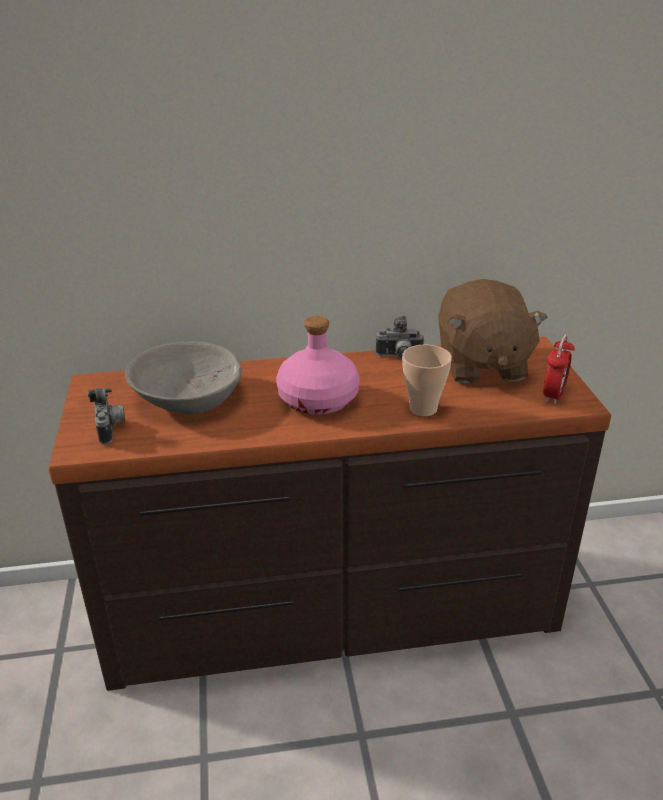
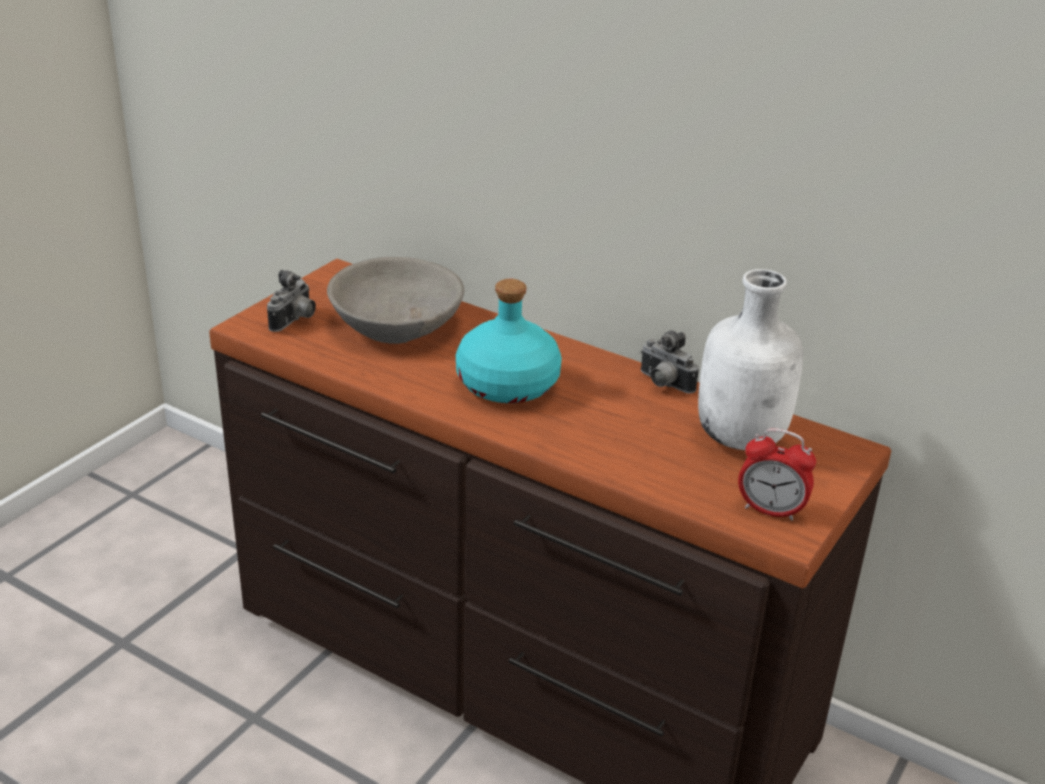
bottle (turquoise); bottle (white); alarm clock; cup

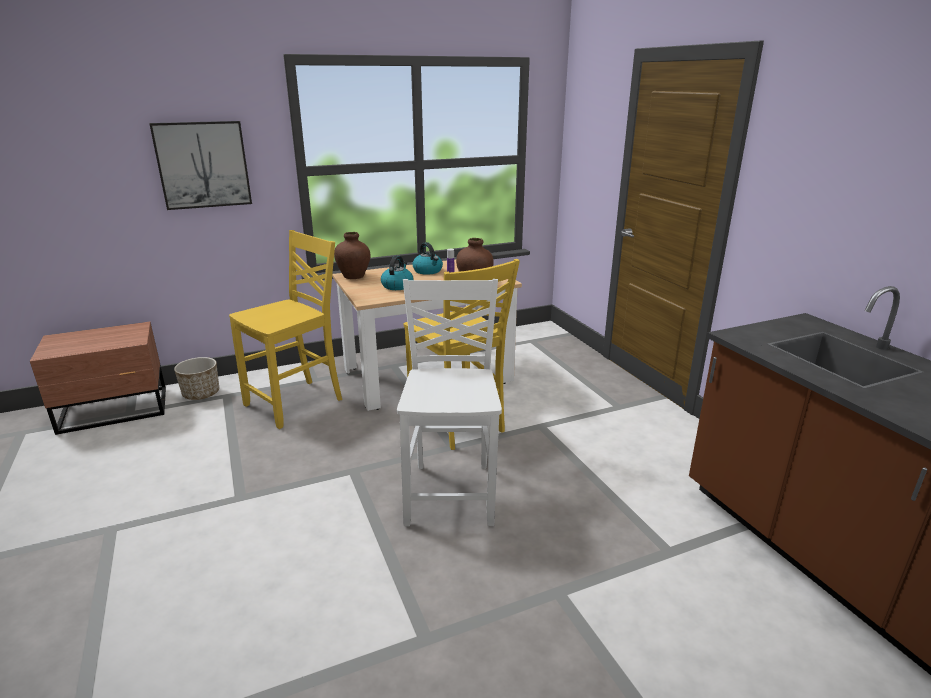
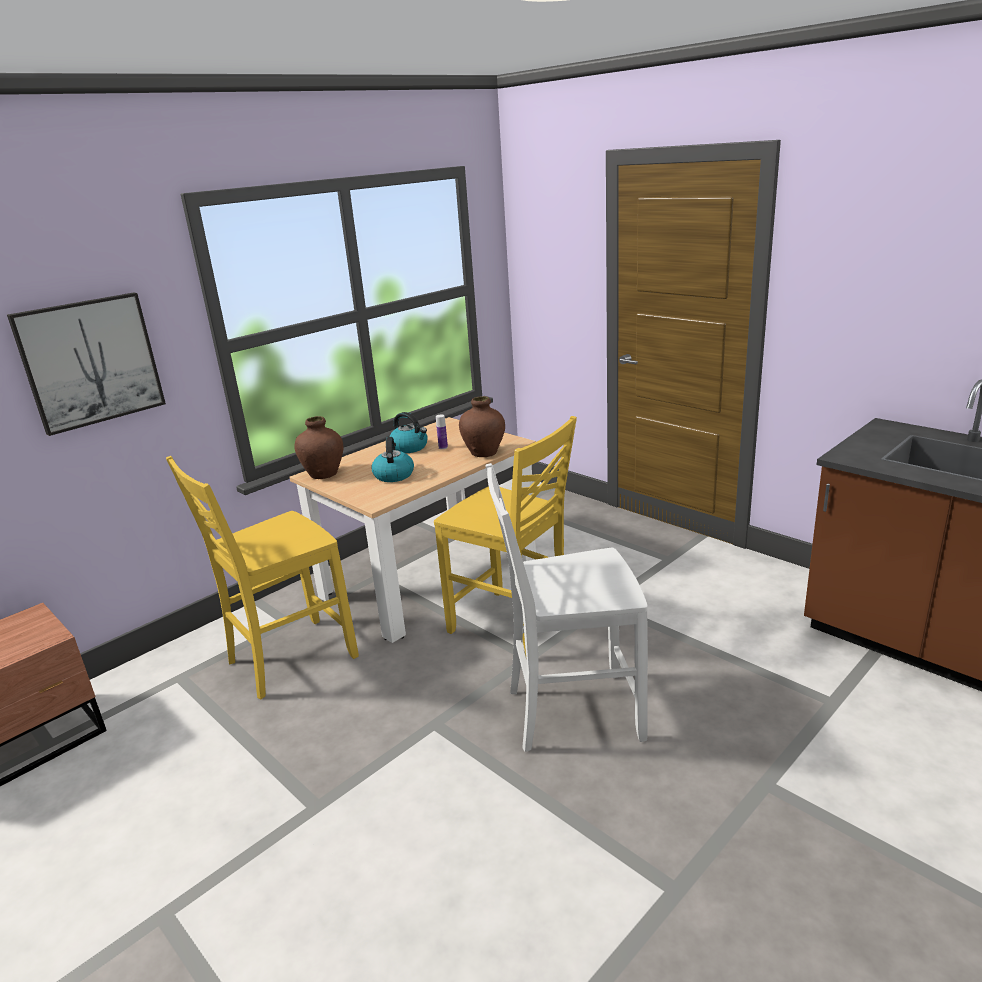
chair (yellow) (no. 1 from left); chair (white); planter

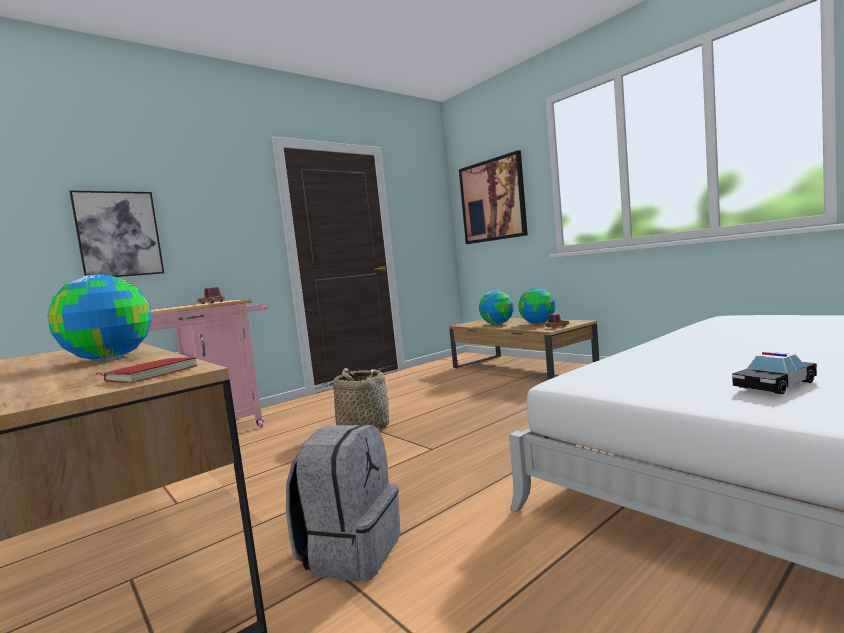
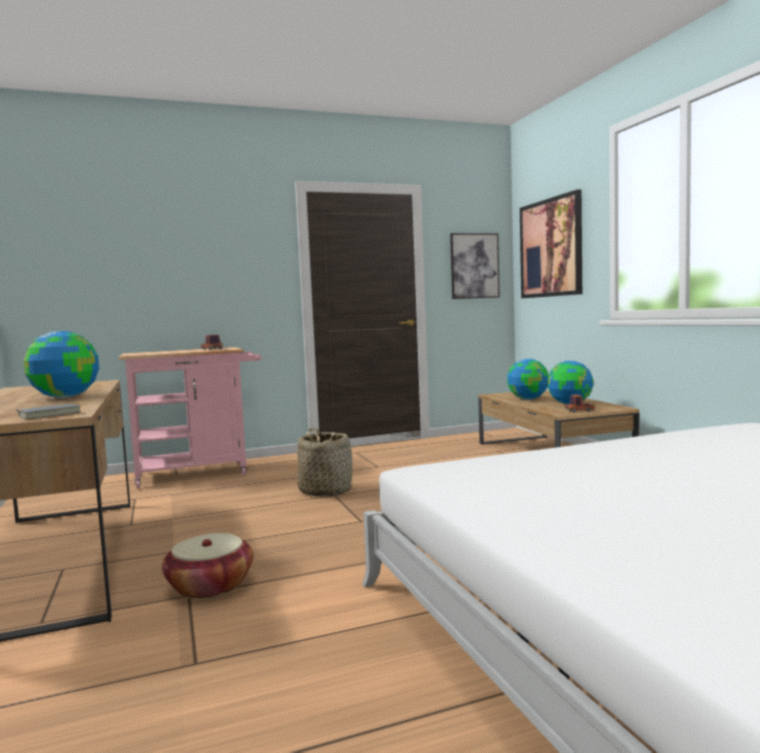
book (grey); basket (no. 1 from left); picture (no. 1 from left); toy car

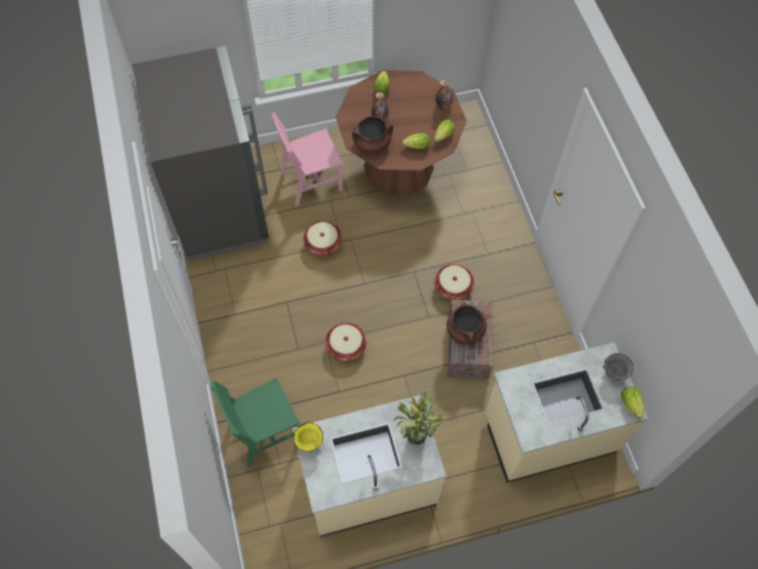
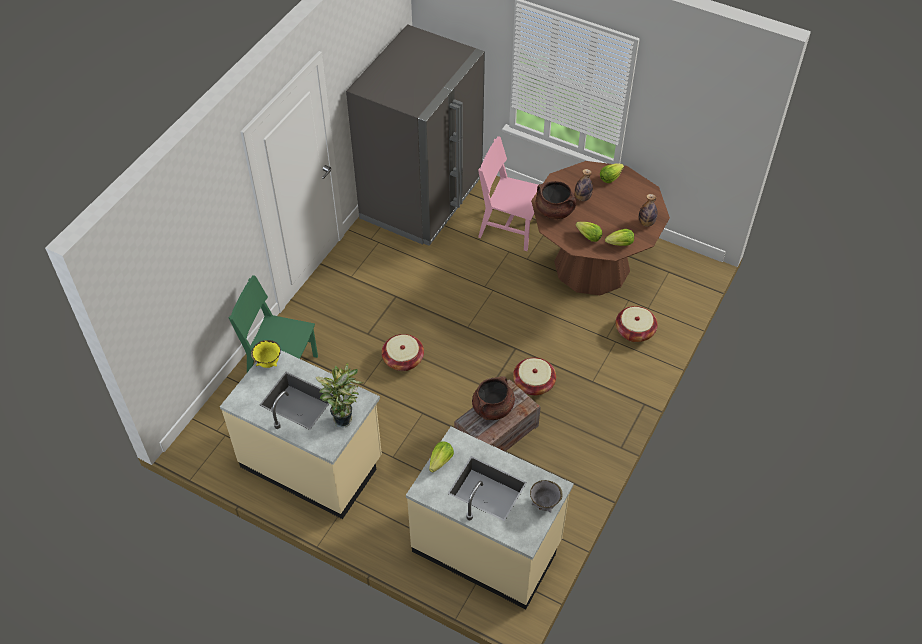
lettuce (no. 1 from left); basket (no. 3 from left)

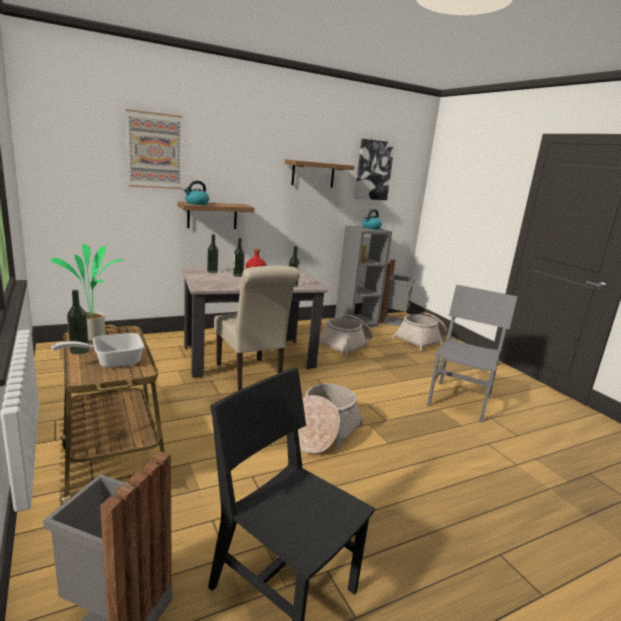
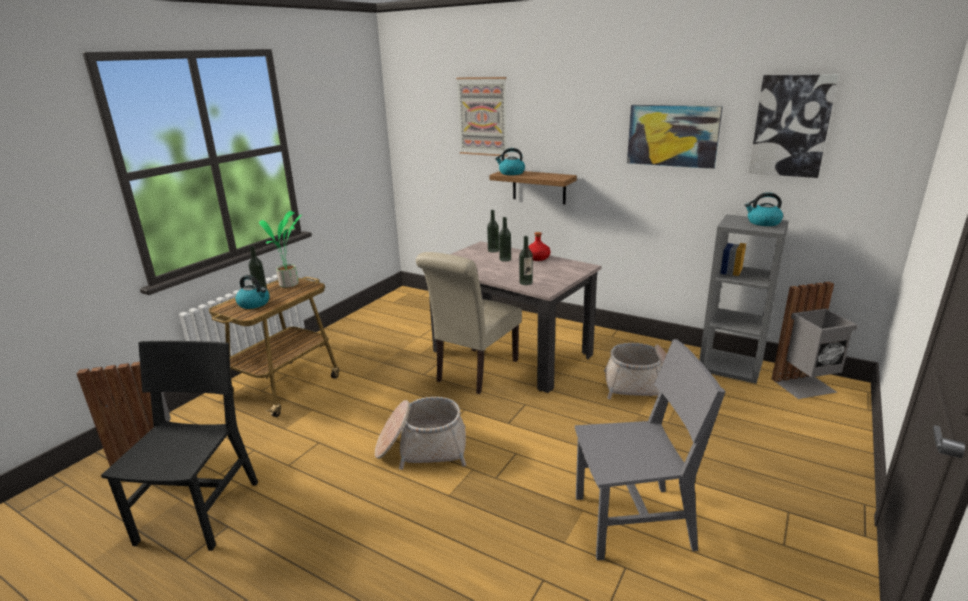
kettle (no. 1 from left); picture (no. 2 from left); basket (no. 3 from left in the first image)

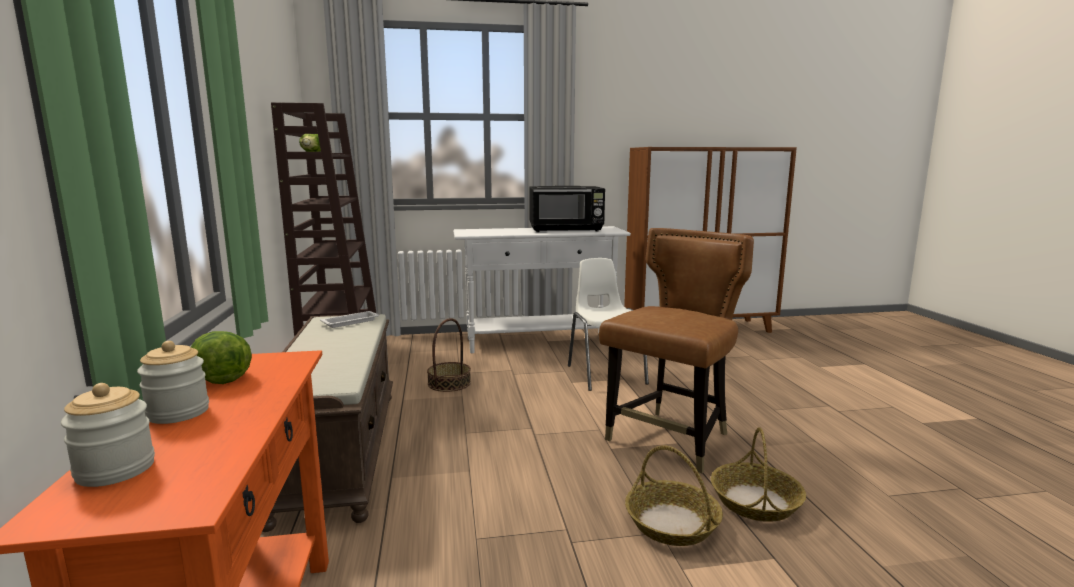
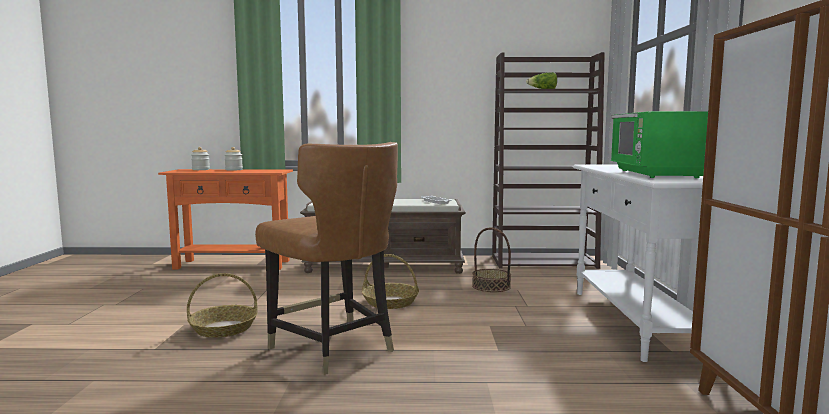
basket (no. 2 from left); microwave (green); lettuce (no. 1 from left in the first image); chair (white)

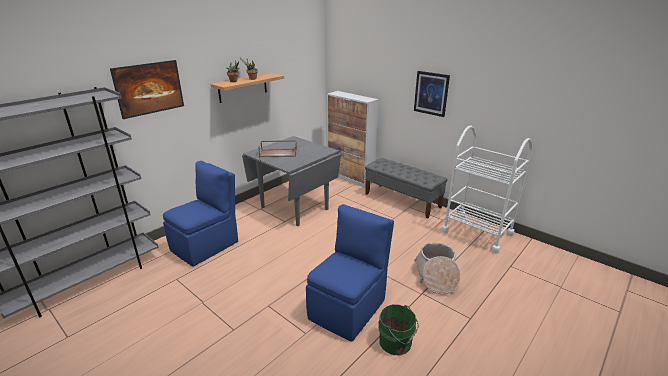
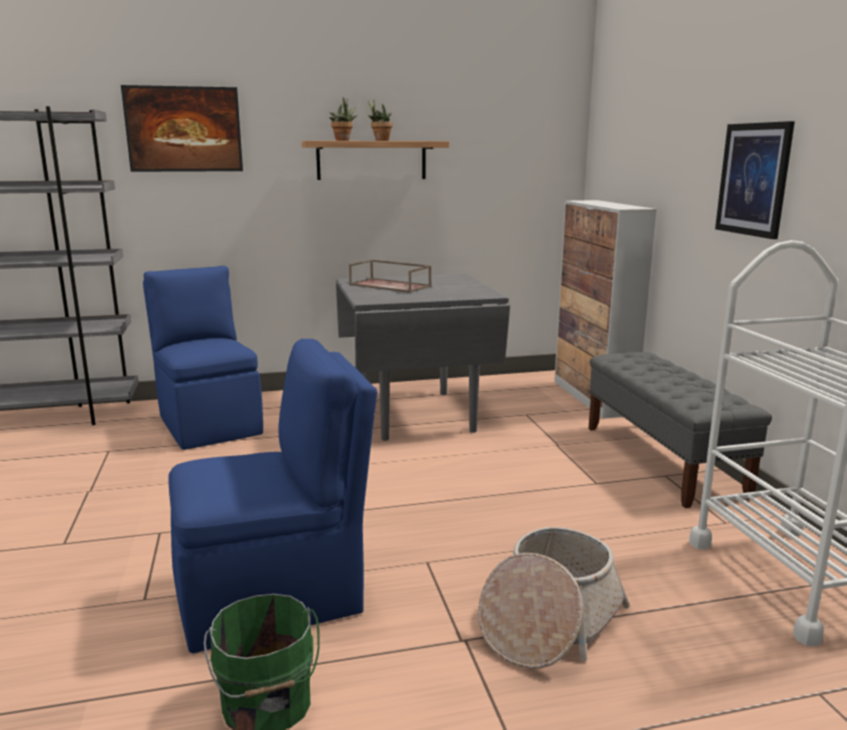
chair (blue) (no. 1 from left)

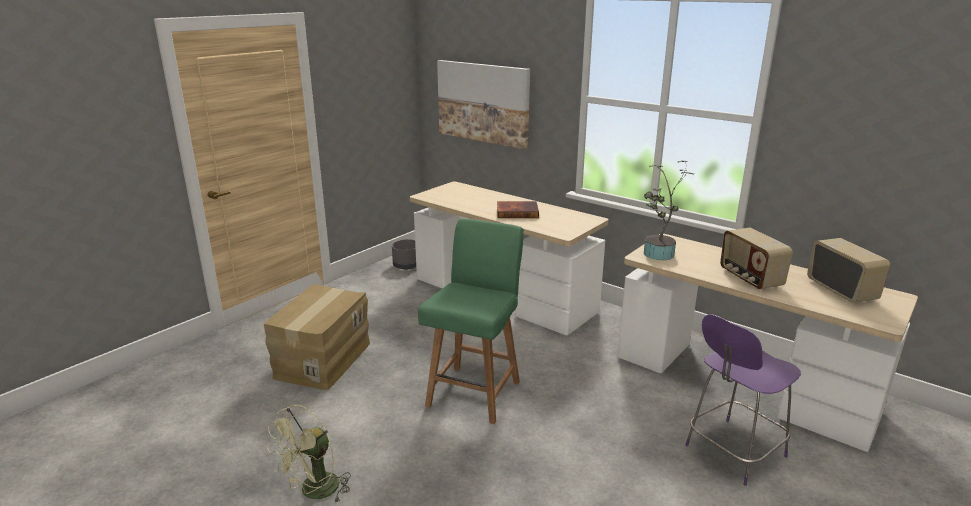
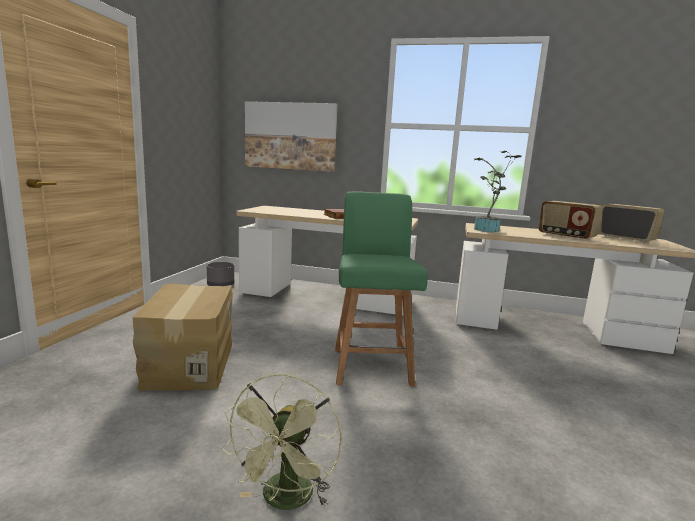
chair (purple)

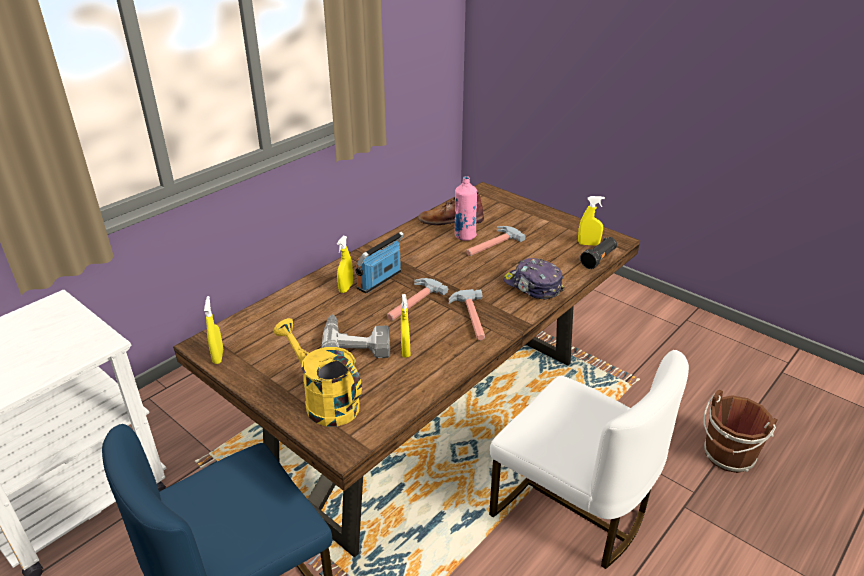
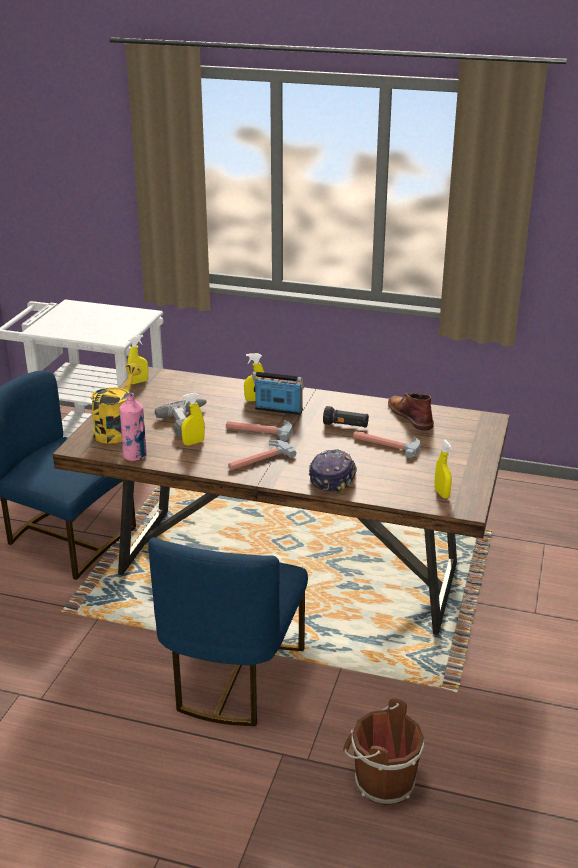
bottle (pink); chair (blue) (no. 2 from left); flashlight (black)

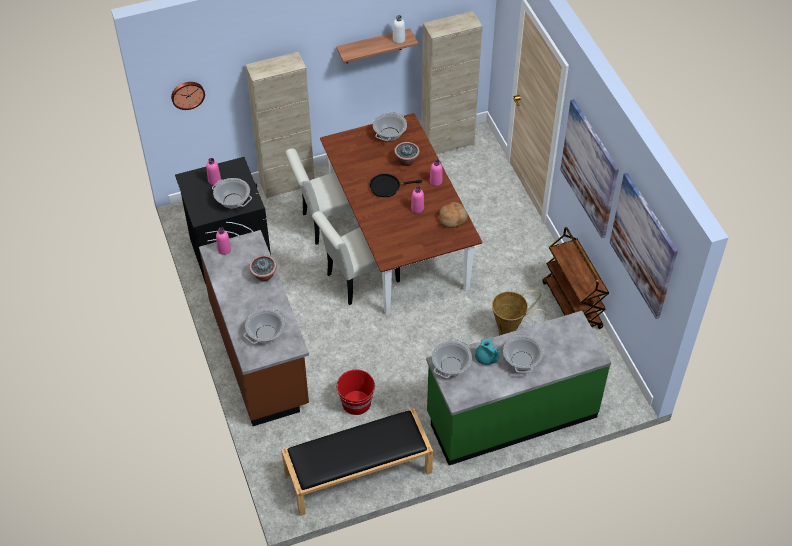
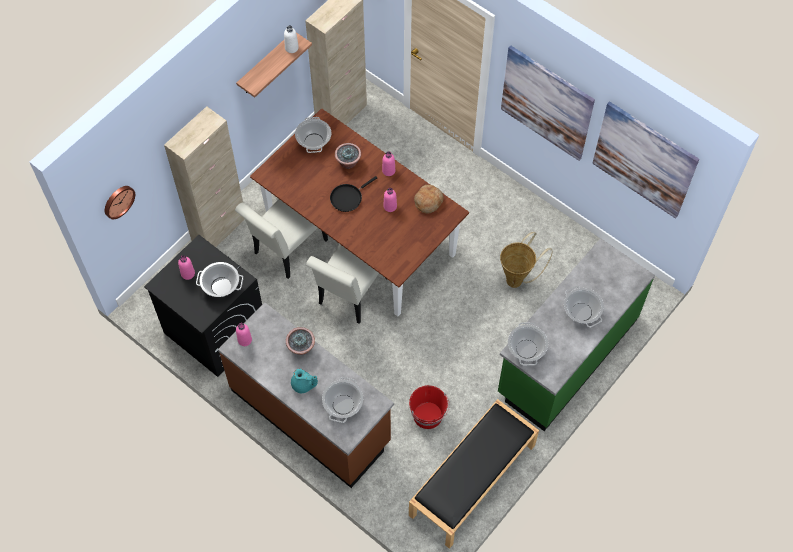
teapot (turquoise); cart (brown)

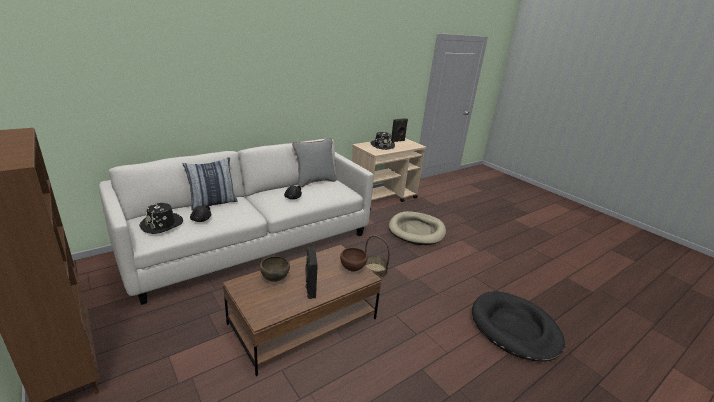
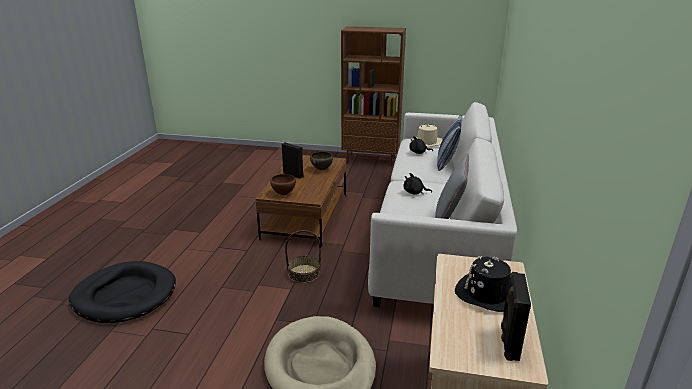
hat (beige)

